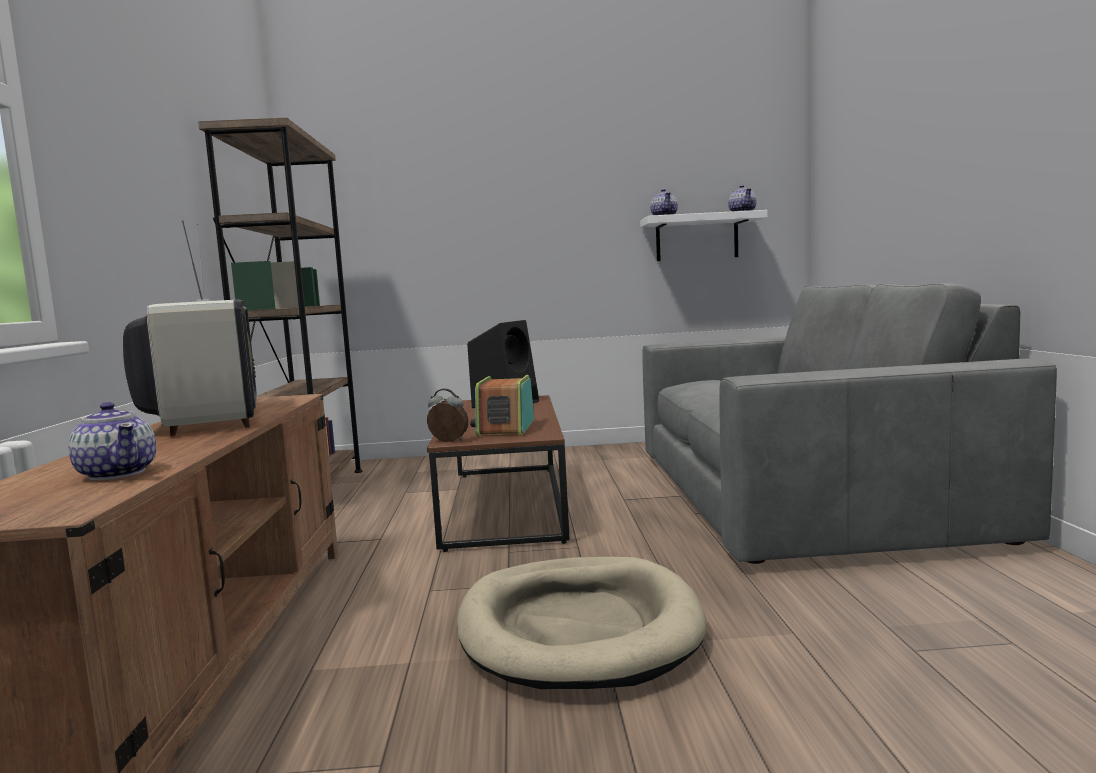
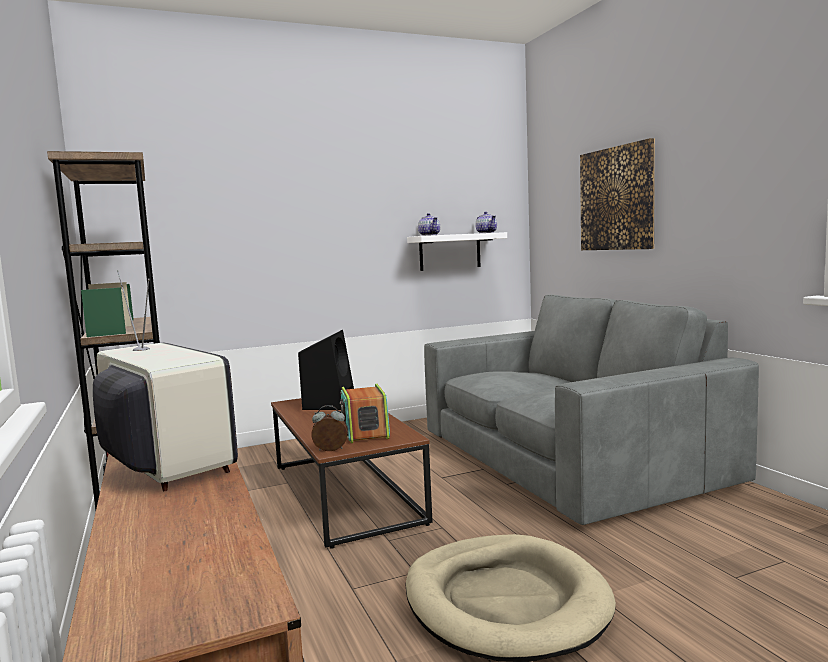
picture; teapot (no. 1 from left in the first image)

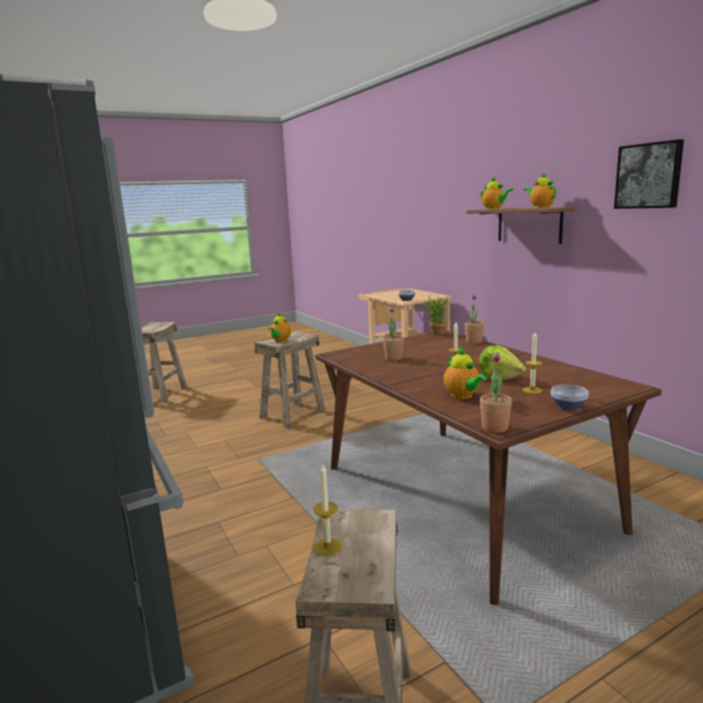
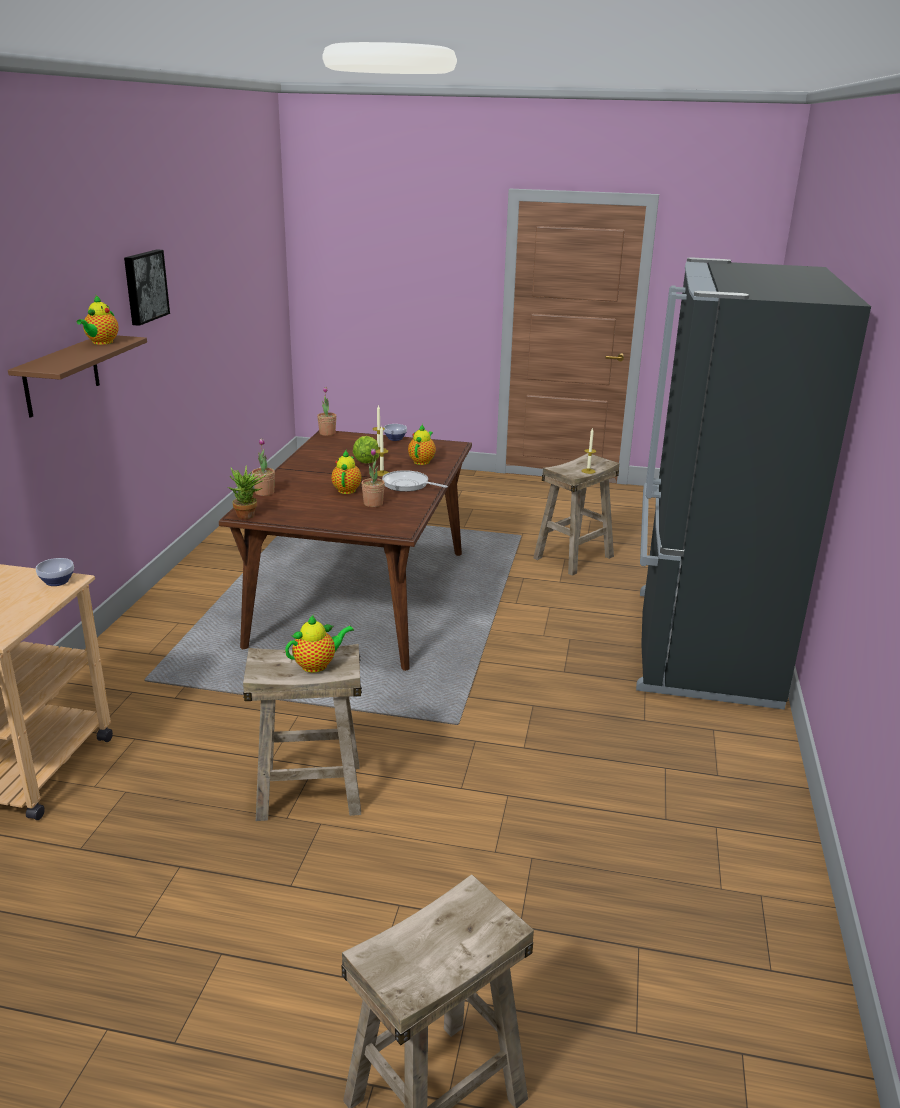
potted plant (no. 3 from left); teapot (no. 3 from left); frying pan

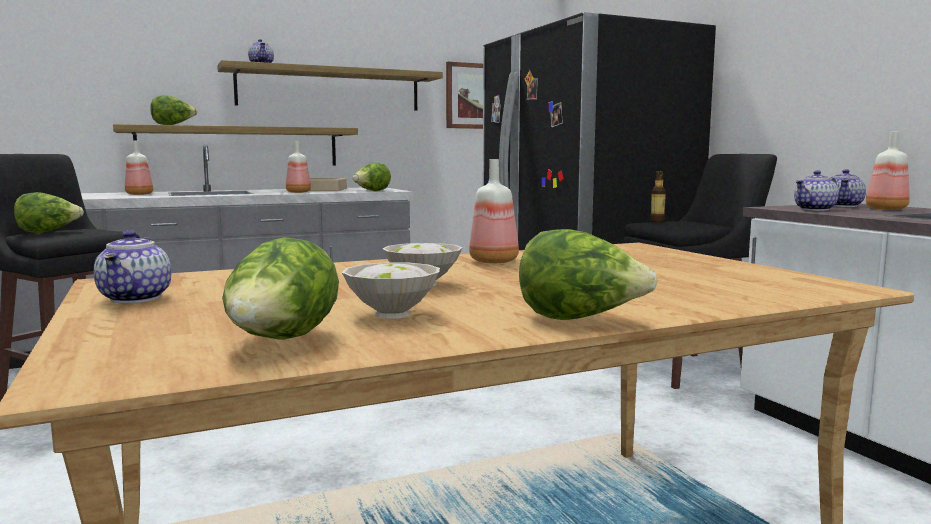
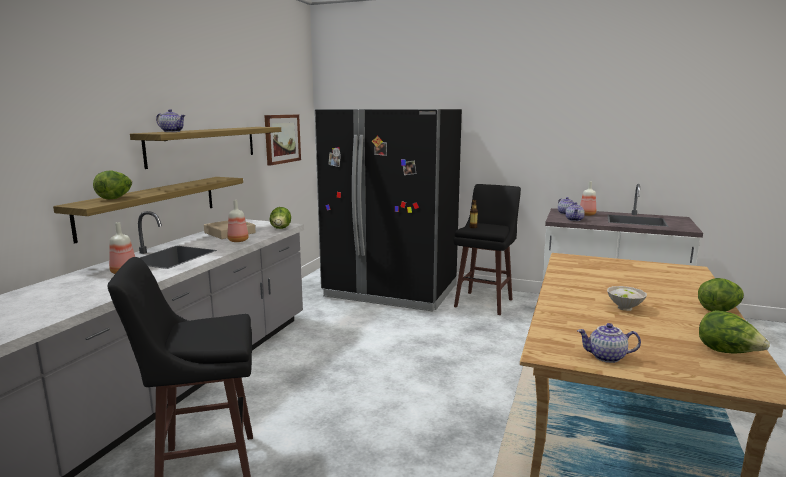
teapot (no. 4 from left); lettuce (no. 1 from left in the first image); bowl (white) (no. 1 from left in the first image); bottle (no. 3 from left in the first image)

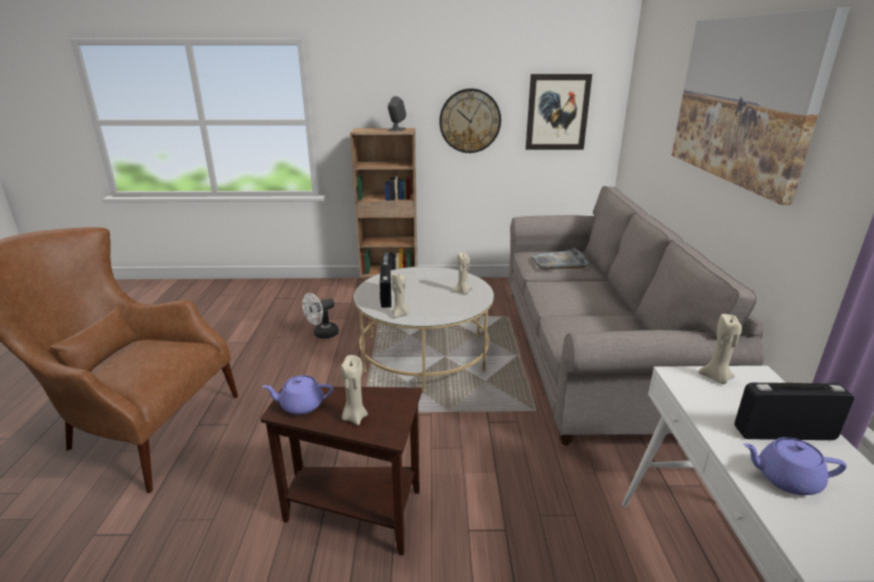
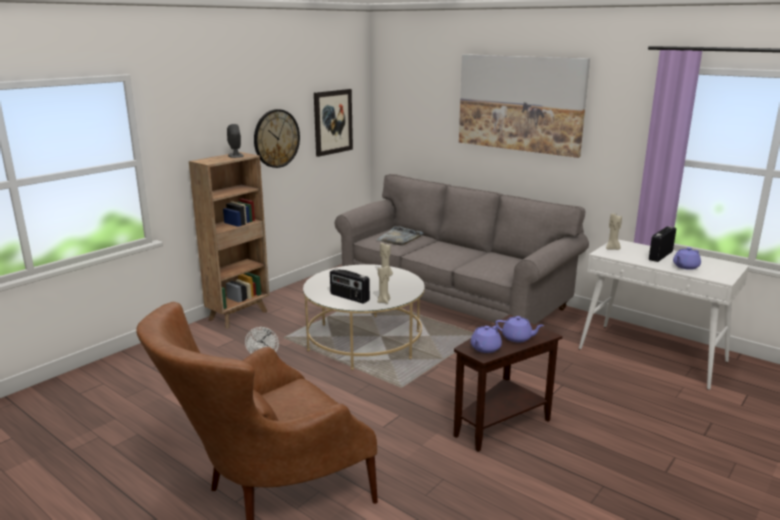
teapot (purple) (no. 2 from left)

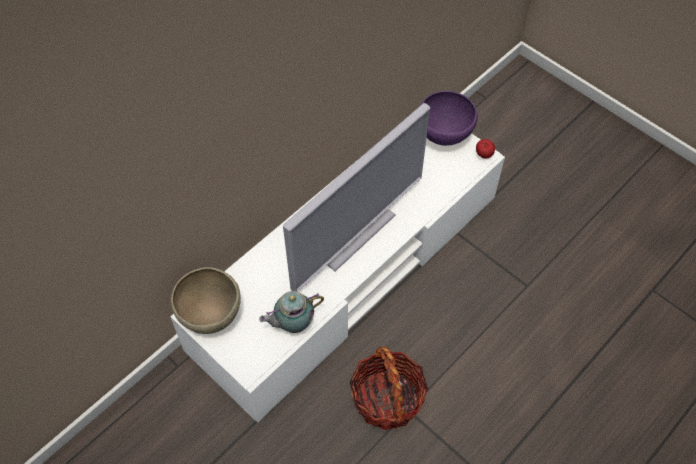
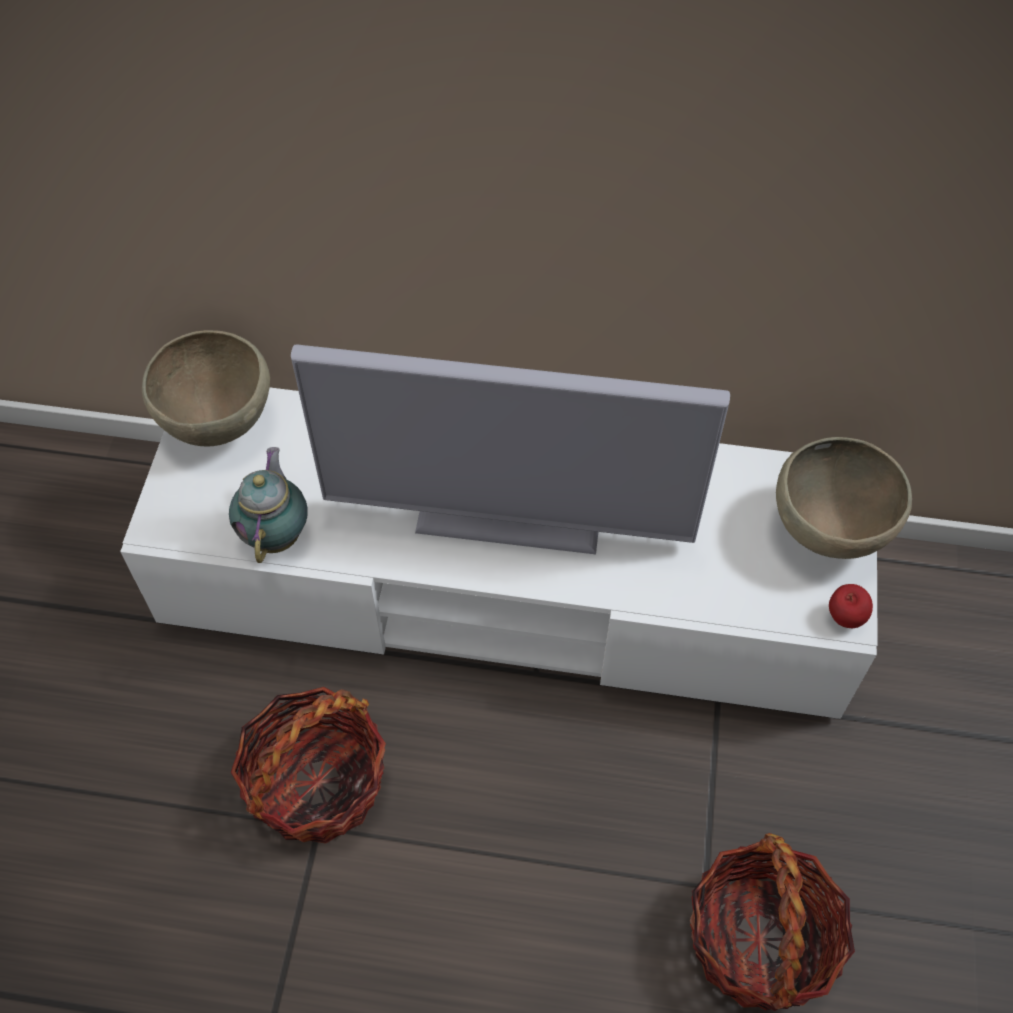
teapot; basket (no. 2 from left); bowl (brown) (no. 2 from left)

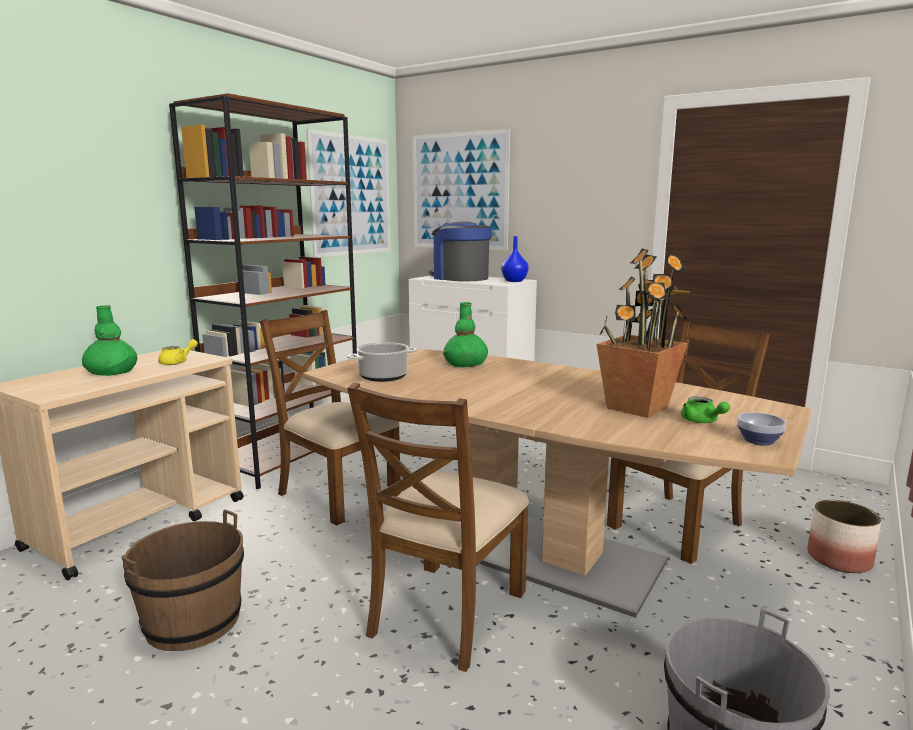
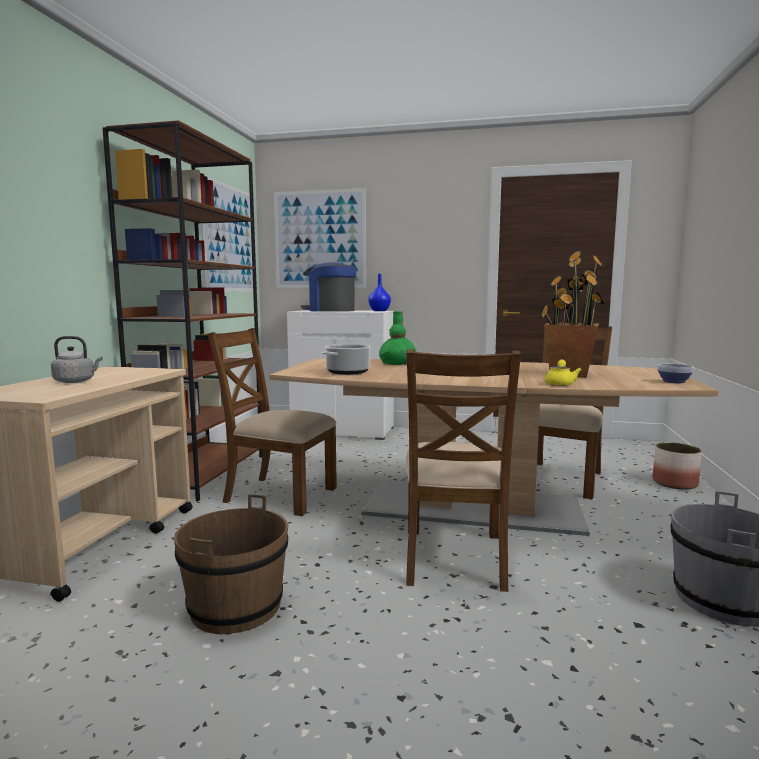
kettle (grey); teapot (yellow); teapot (green)

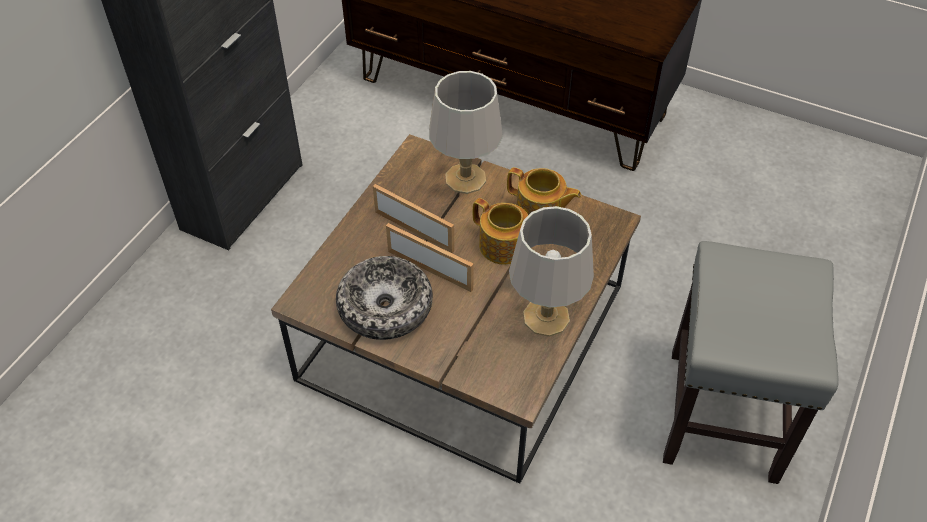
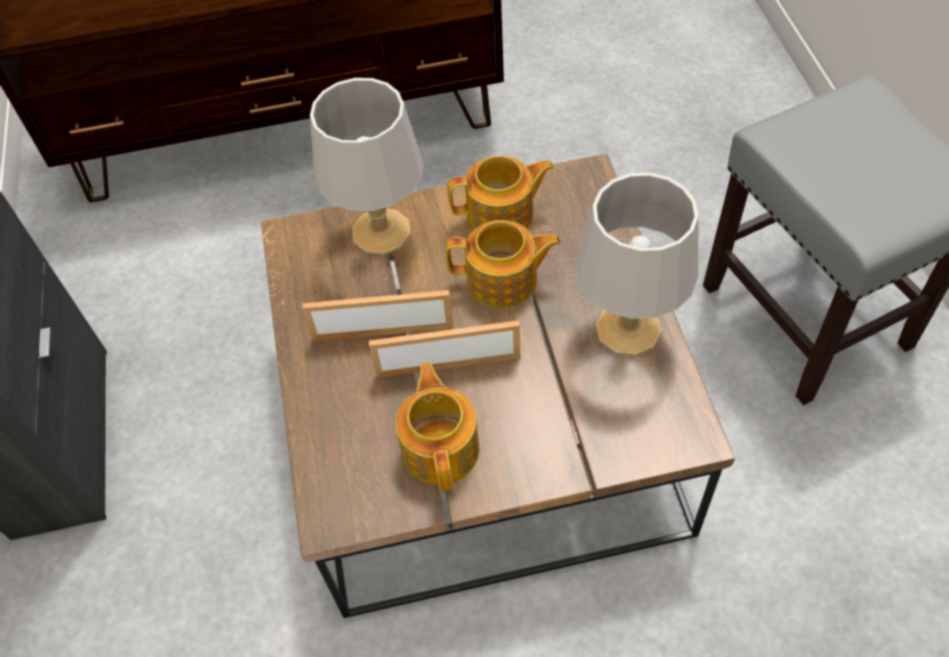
teapot (no. 1 from left)

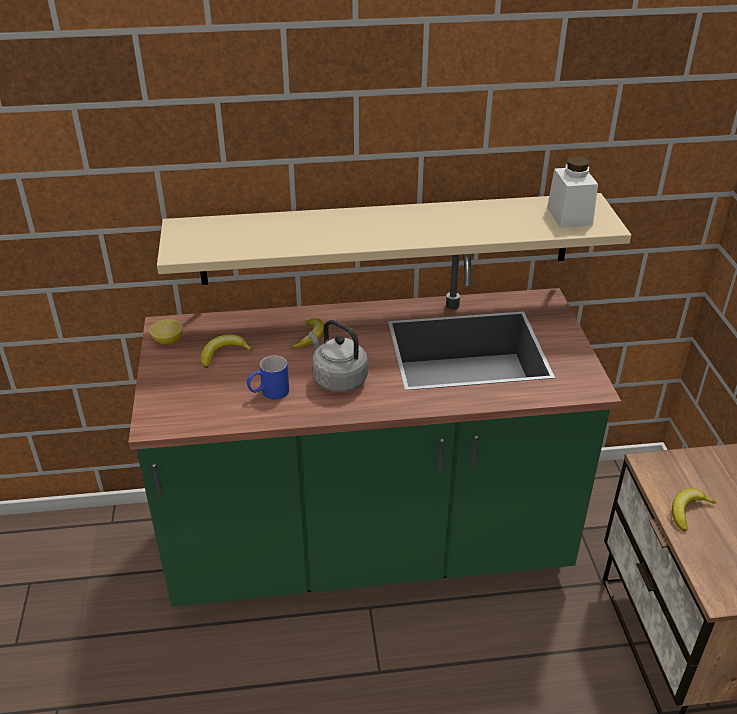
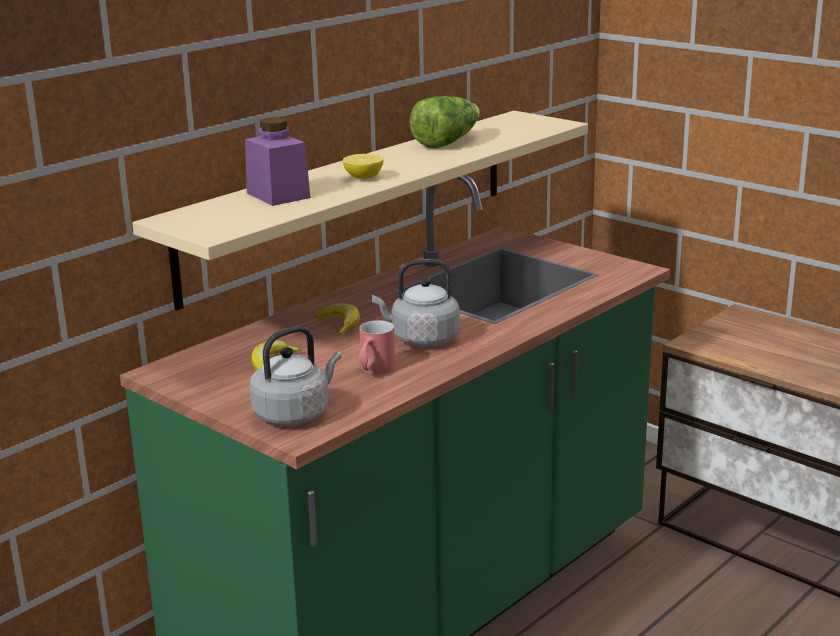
jar (purple); kettle (grey) (no. 1 from left); lemon; mug (red); lettuce; jar (white); banana (no. 3 from left in the first image)

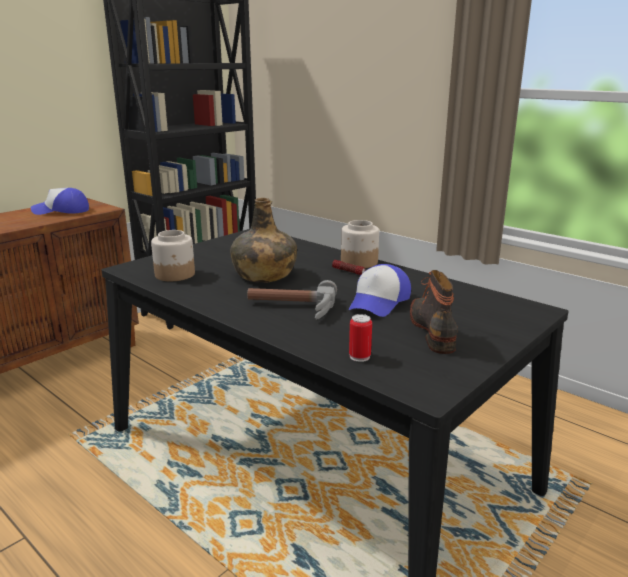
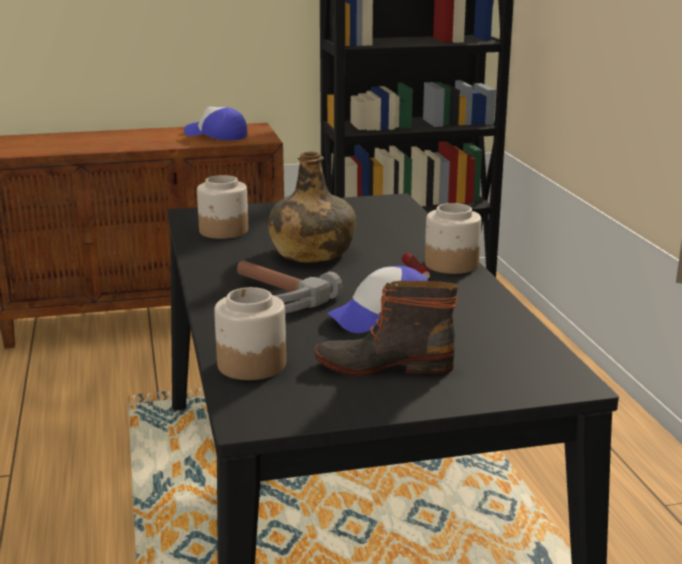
jar (no. 2 from left); boot

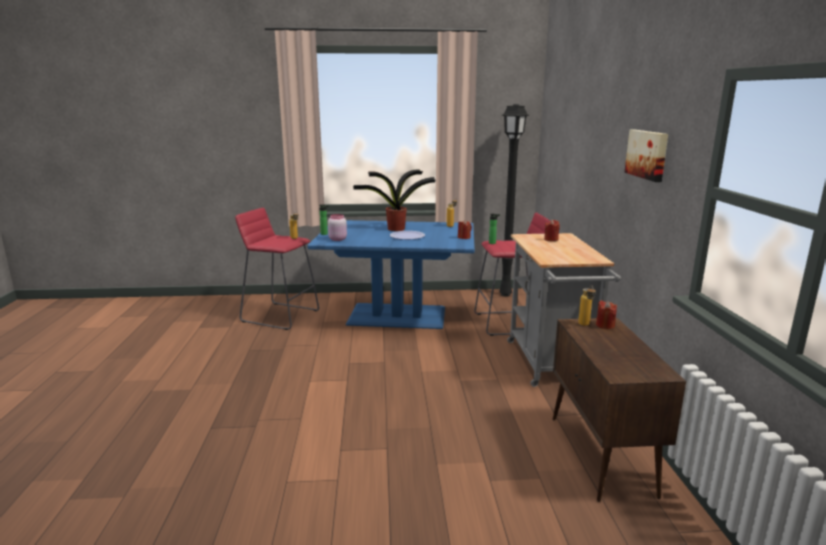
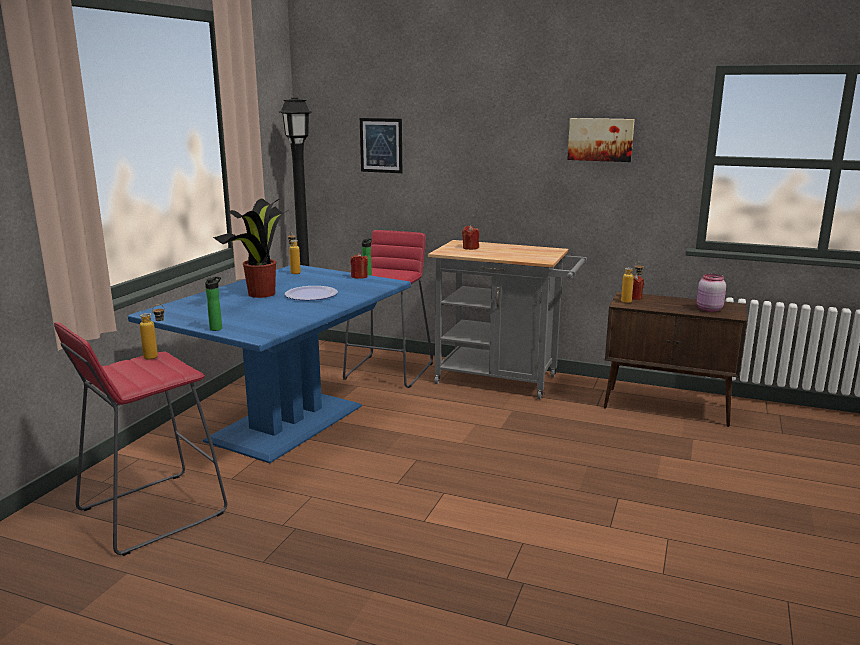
picture (no. 1 from left); jar (pink)

